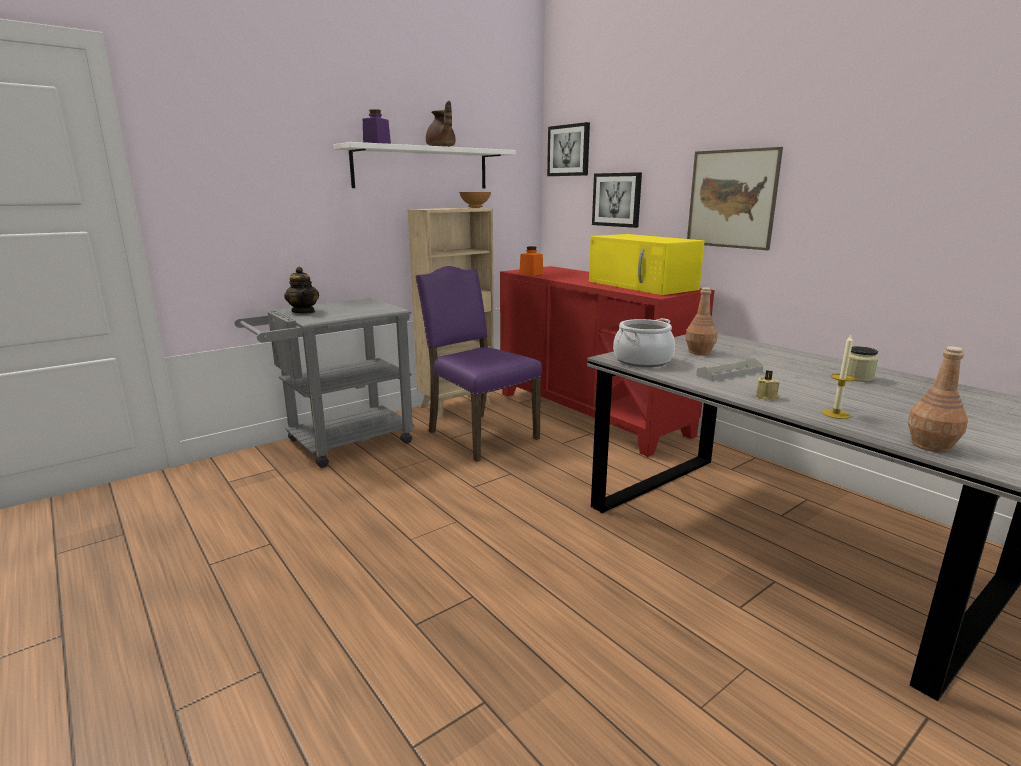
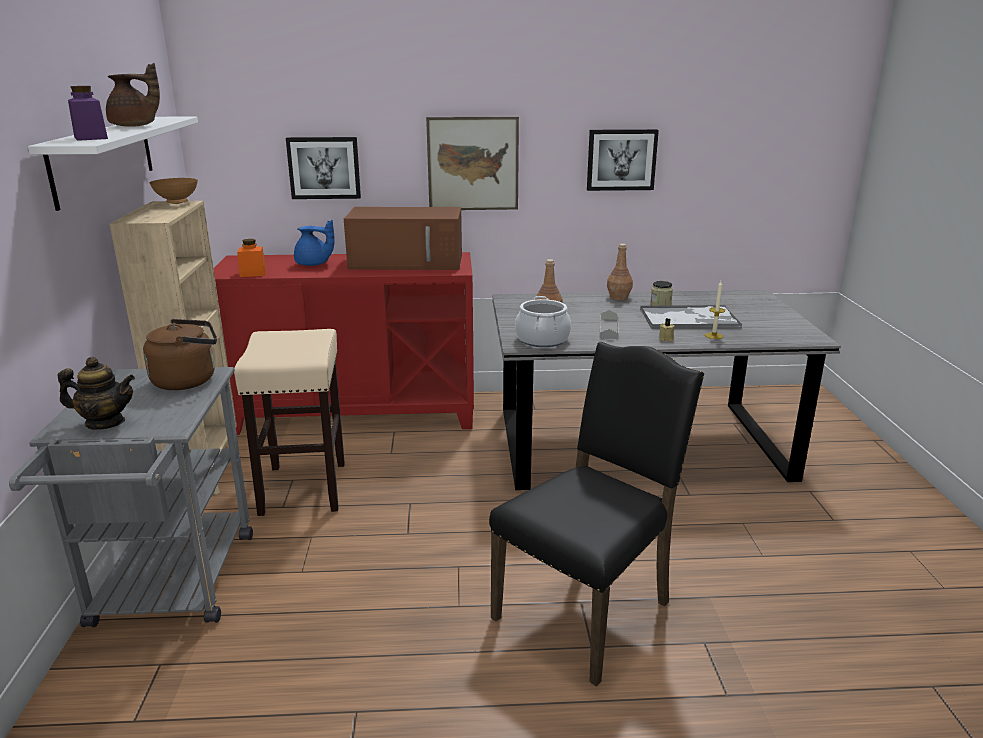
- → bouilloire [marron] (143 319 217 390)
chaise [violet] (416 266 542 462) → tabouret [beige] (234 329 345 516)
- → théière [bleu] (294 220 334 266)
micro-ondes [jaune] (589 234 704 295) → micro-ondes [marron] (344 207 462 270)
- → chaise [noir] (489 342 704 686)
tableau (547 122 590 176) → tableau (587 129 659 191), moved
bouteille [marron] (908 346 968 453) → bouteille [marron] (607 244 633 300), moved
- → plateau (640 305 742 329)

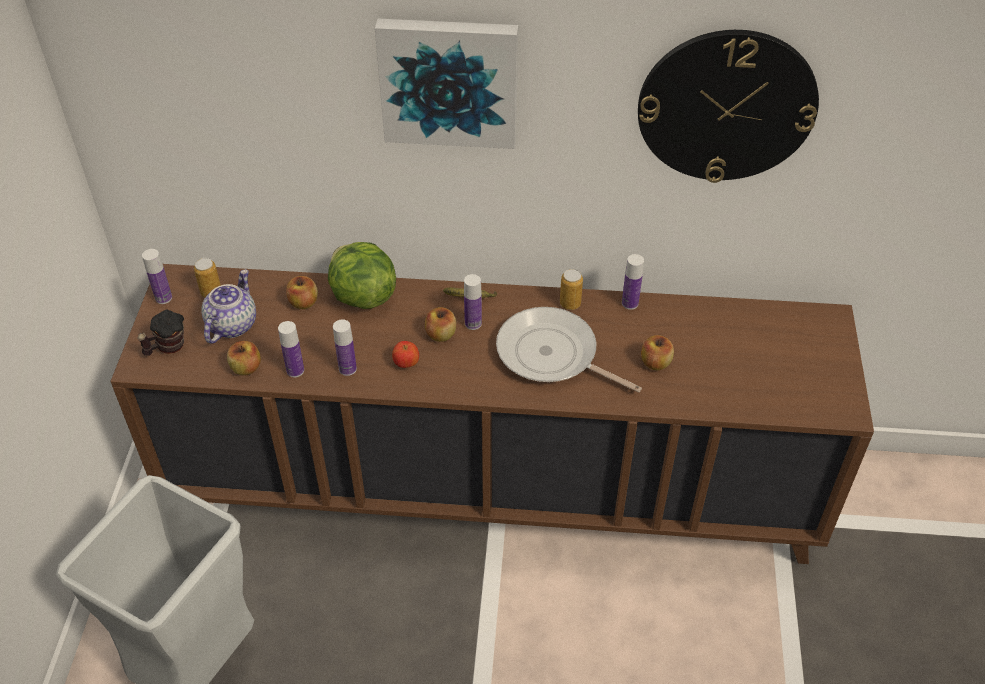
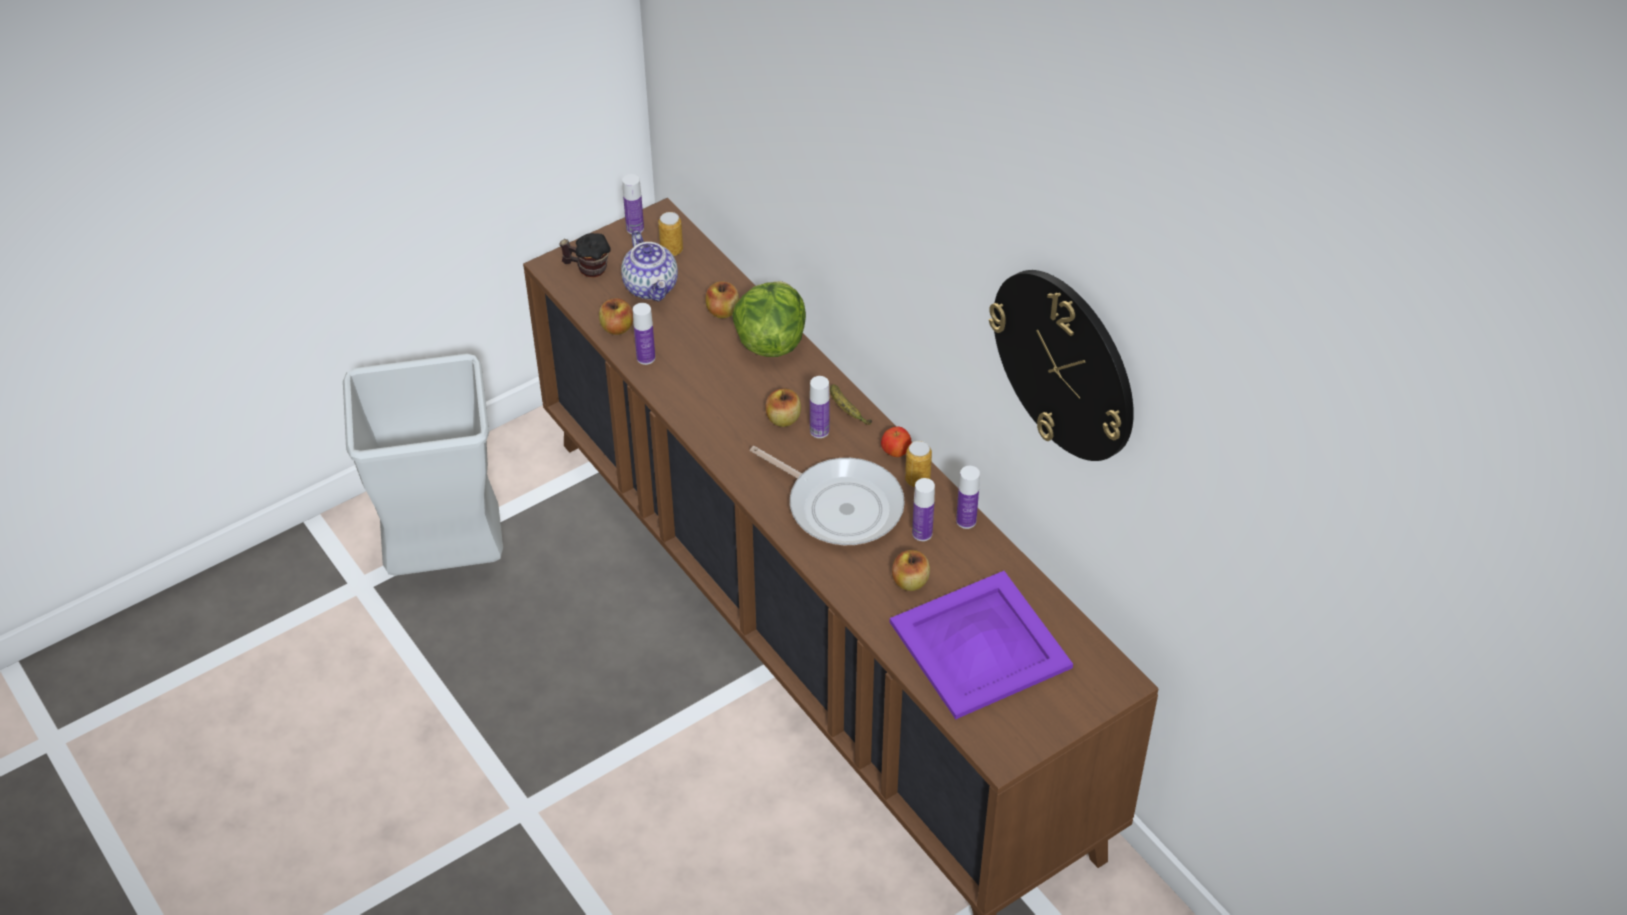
théière (202 269 256 344) → théière (621 230 678 302), 90 degrees clockwise
poêle (496 307 642 392) → poêle (750 446 905 545), 135 degrees clockwise
pomme (392 341 419 368) → pomme (881 426 911 457), moved
- → plateau [violet] (890 571 1073 719)
bouteille (333 319 357 376) → bouteille (912 478 935 541), moved
tableau (375 19 518 149) → -

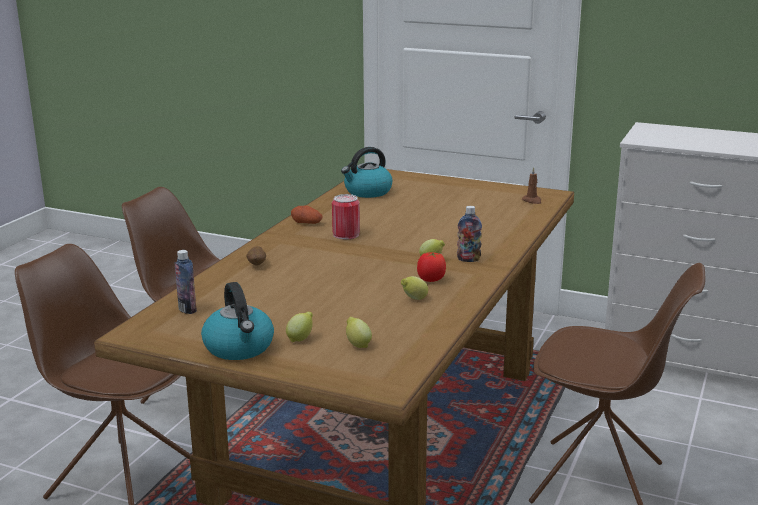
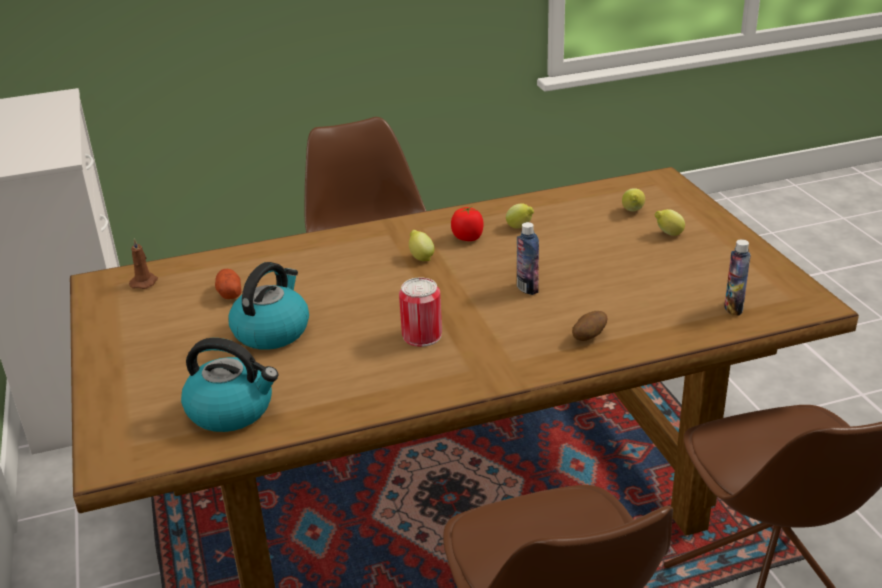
pomme de terre (291 206 323 224) → pomme de terre (215 269 242 299), moved
bouilloire (201 282 274 360) → bouilloire (228 262 309 350), moved
bouteille (457 206 482 262) → bouteille (517 222 539 295), moved

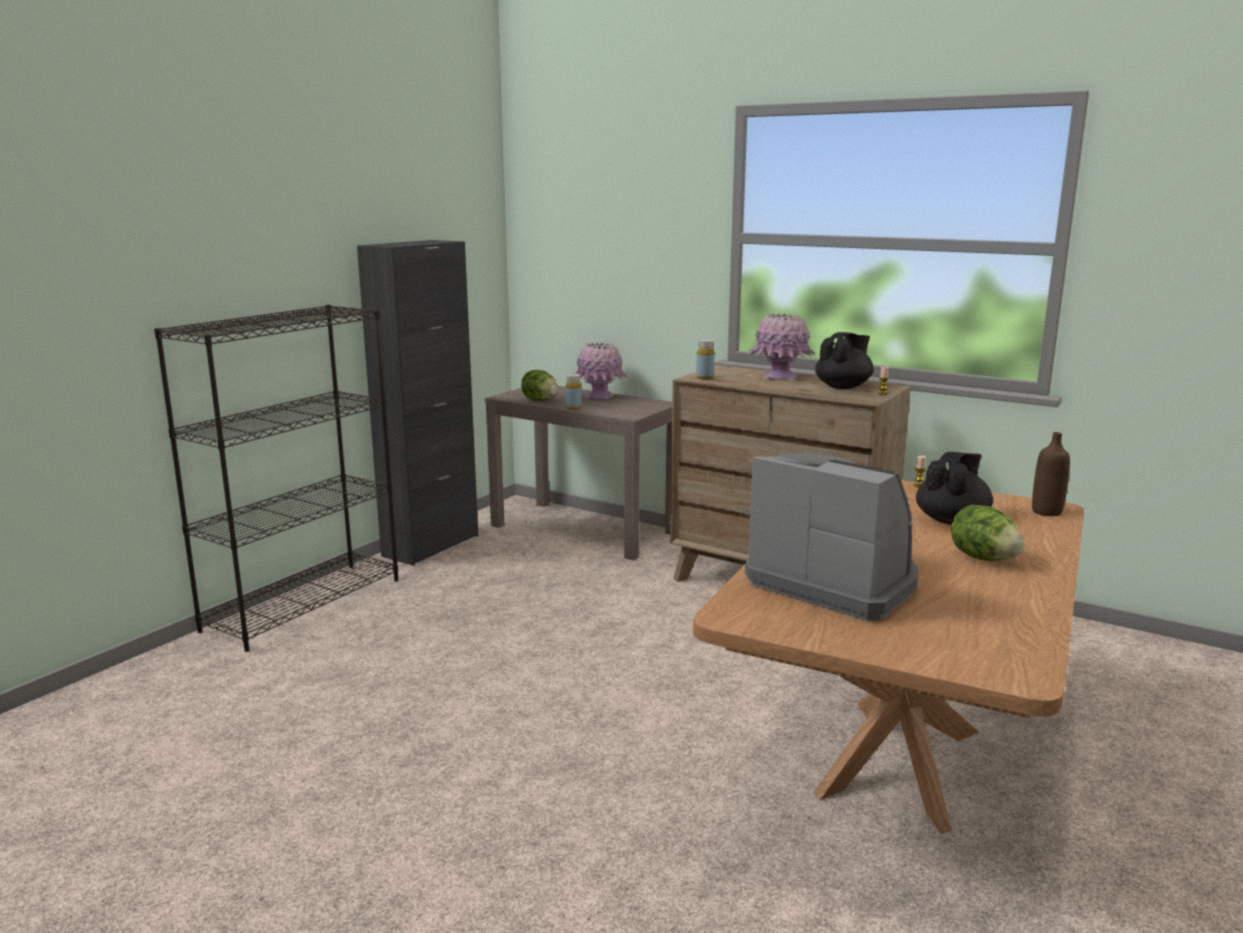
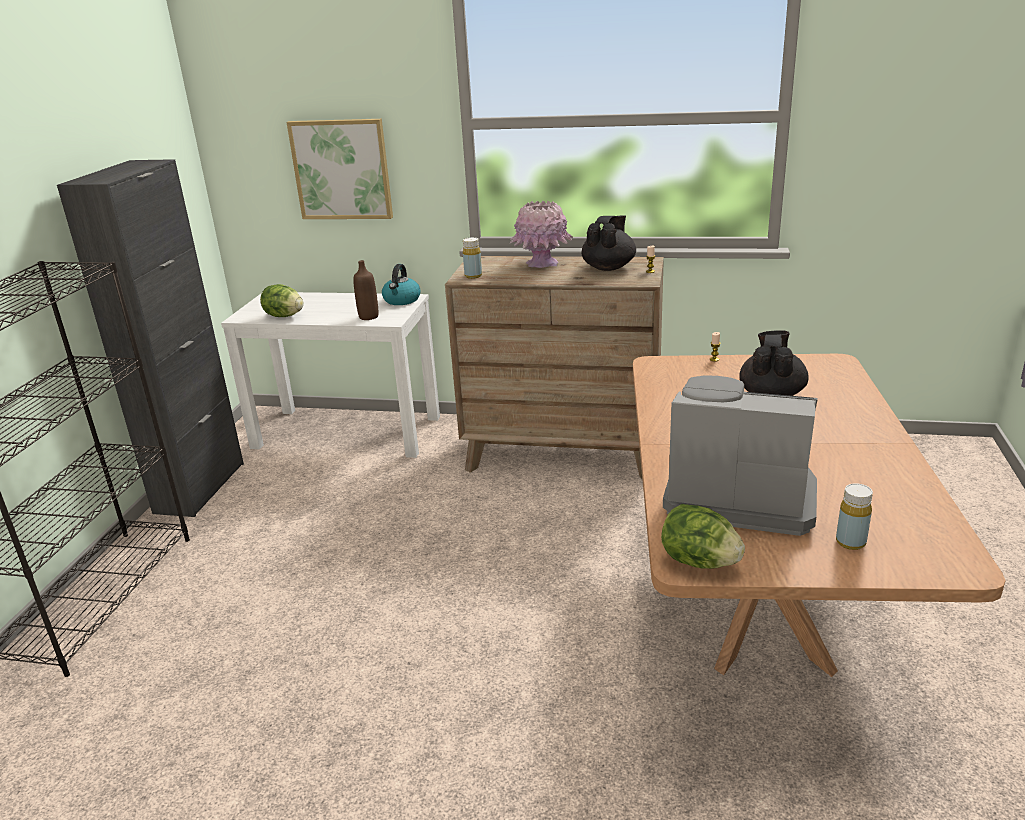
table console [marron] (485 386 672 561) → table console [blanc] (221 292 440 458)
- → tableau (286 119 393 219)
bouteille [marron] (1032 432 1070 516) → bouteille [marron] (353 260 378 320), moved
- → bouilloire (382 264 421 305)
laitue (951 505 1024 561) → laitue (661 504 745 569), moved
bouteille [jaune] (566 374 582 410) → bouteille [jaune] (836 483 873 550), moved
vase [rose] (573 342 627 399) → -

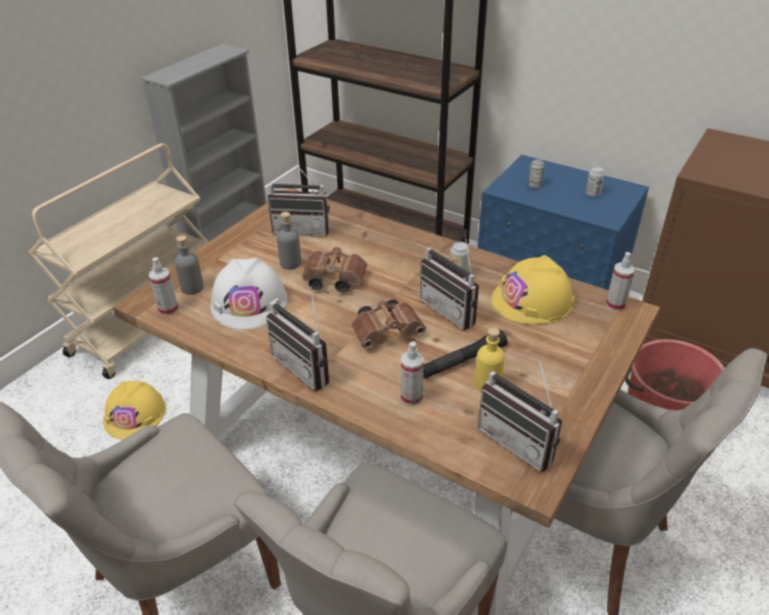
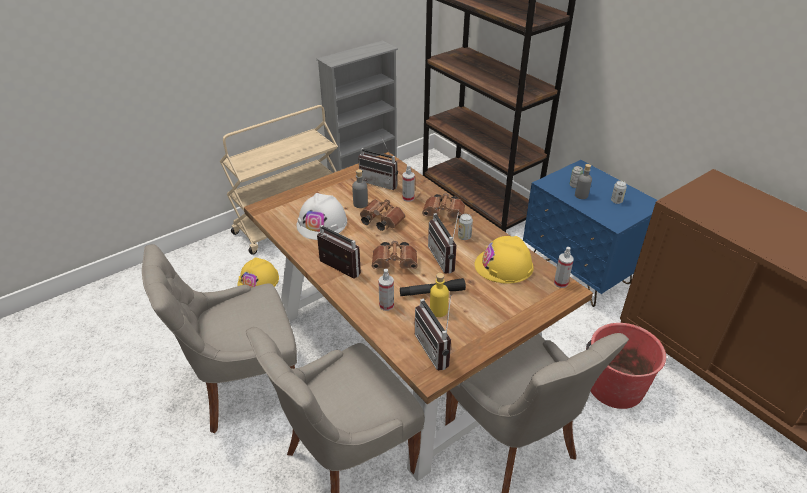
radio (266 286 329 391) → radio (317 225 361 279), 150 degrees clockwise
vaporisateur (149 257 179 316) → vaporisateur (402 165 415 202), moved
- → jumelles [marron] (422 193 465 220)
bouteille [gris] (174 235 204 295) → bouteille [gris] (575 164 592 199), moved

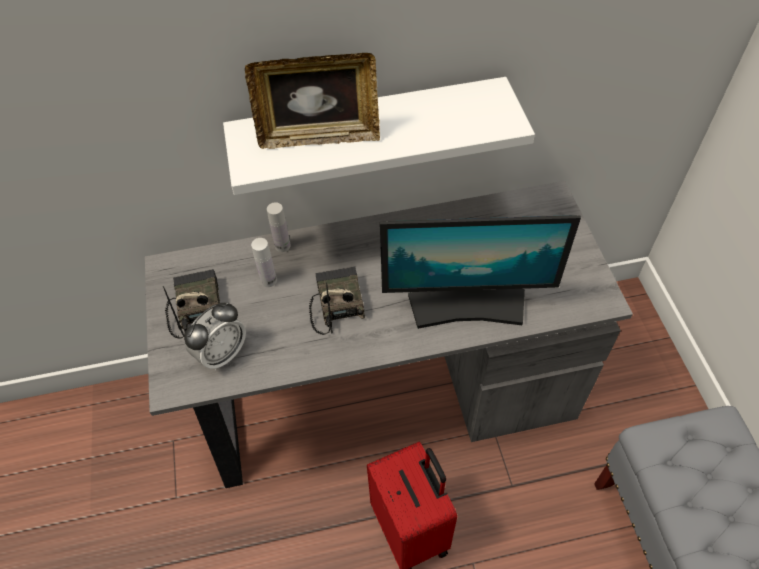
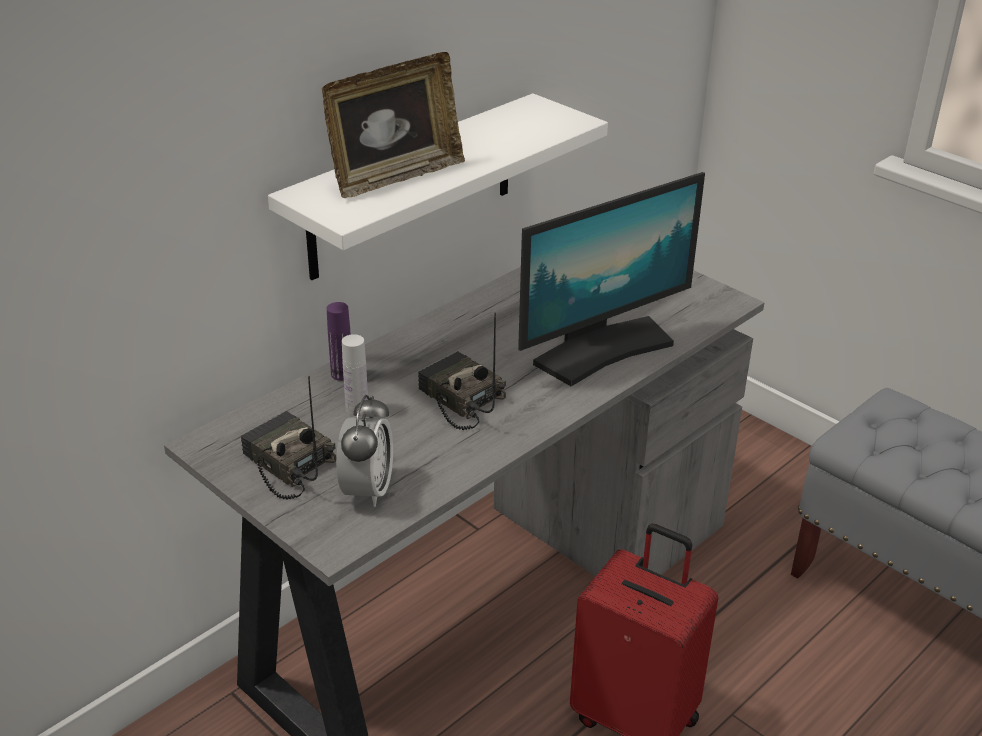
bouteille [blanc] (267 202 291 252) → bouteille [violet] (327 302 351 381)

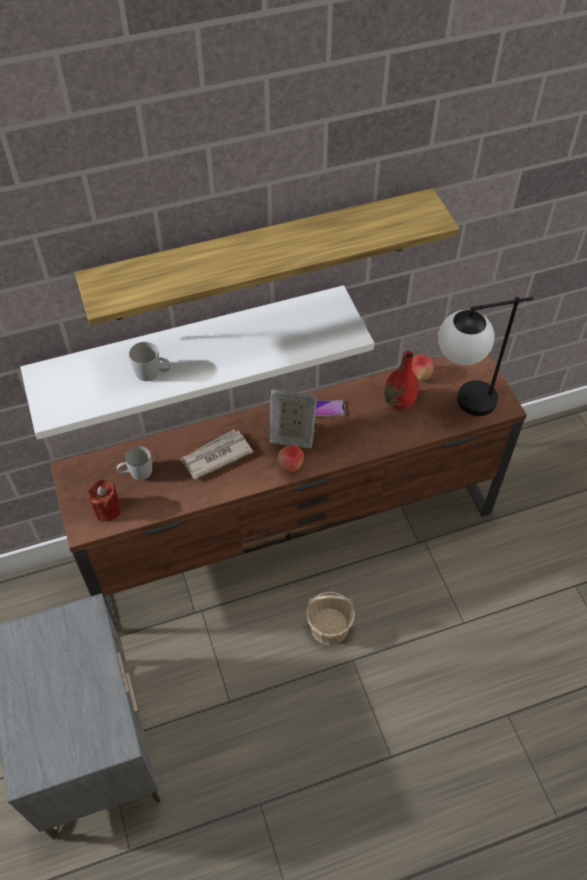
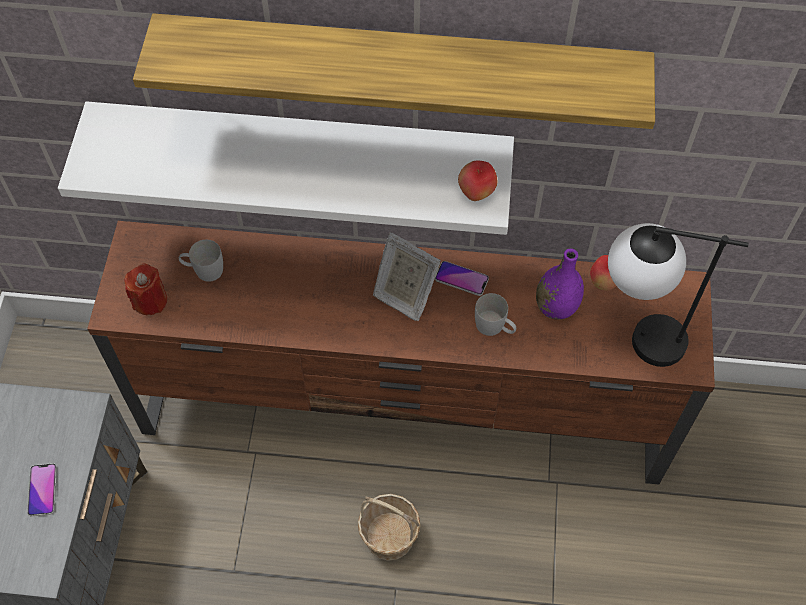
- → téléphone (27 463 57 516)
pomme (278 445 304 472) → pomme (458 160 497 201), moved
mug [blanc] (129 342 171 381) → mug [blanc] (475 293 516 336), moved
vase [rouge] (384 351 419 411) → vase [violet] (536 249 584 320)
journal (180 430 253 479) → -

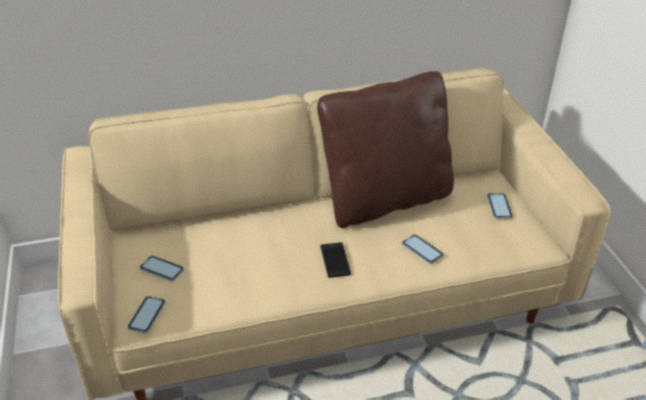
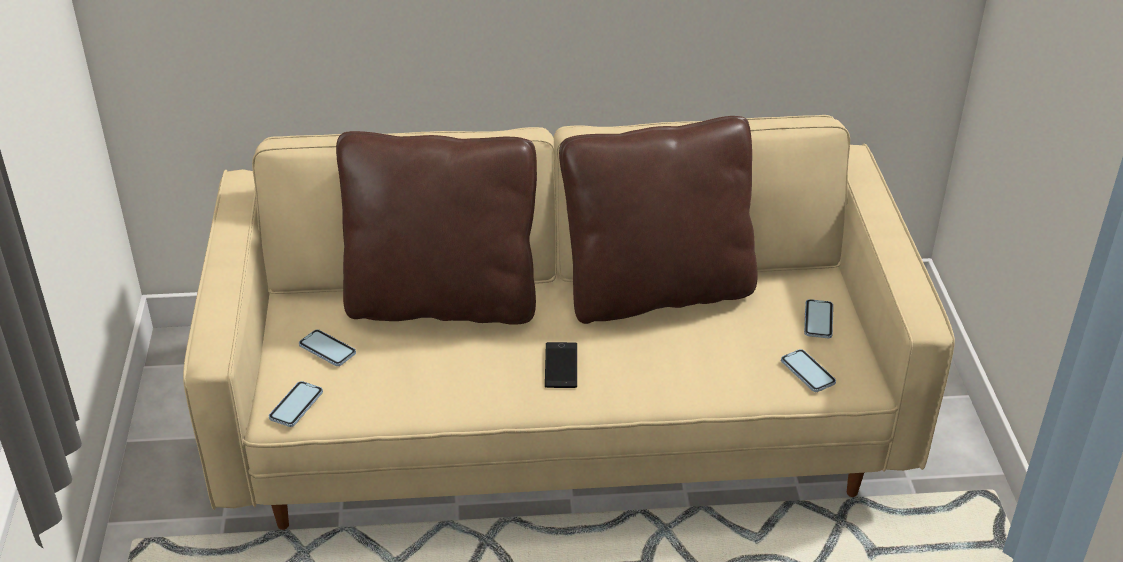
- → coussin [marron] (336 131 537 325)
téléphone (402 235 443 264) → téléphone (781 349 836 392), moved

